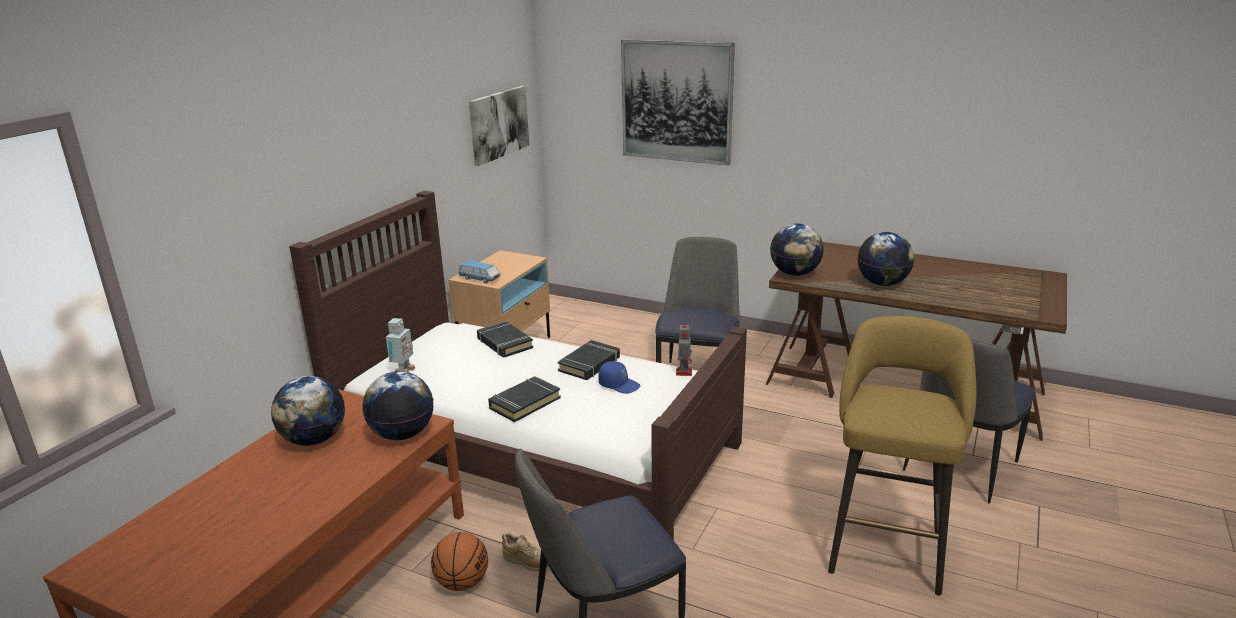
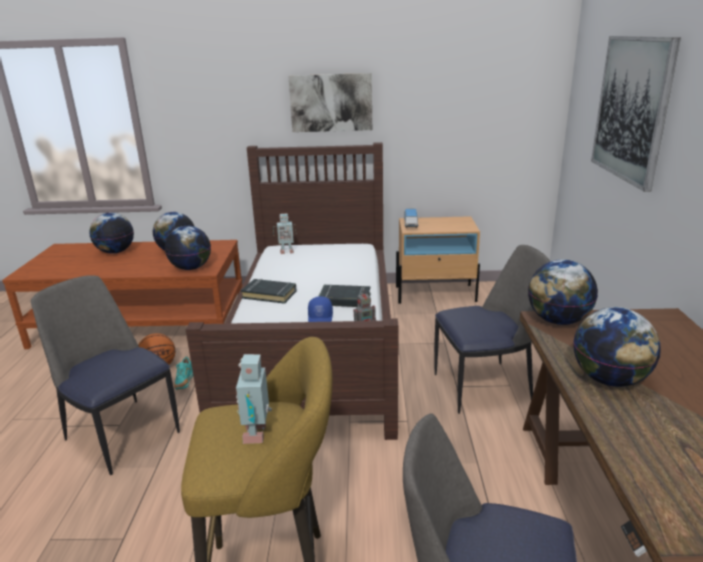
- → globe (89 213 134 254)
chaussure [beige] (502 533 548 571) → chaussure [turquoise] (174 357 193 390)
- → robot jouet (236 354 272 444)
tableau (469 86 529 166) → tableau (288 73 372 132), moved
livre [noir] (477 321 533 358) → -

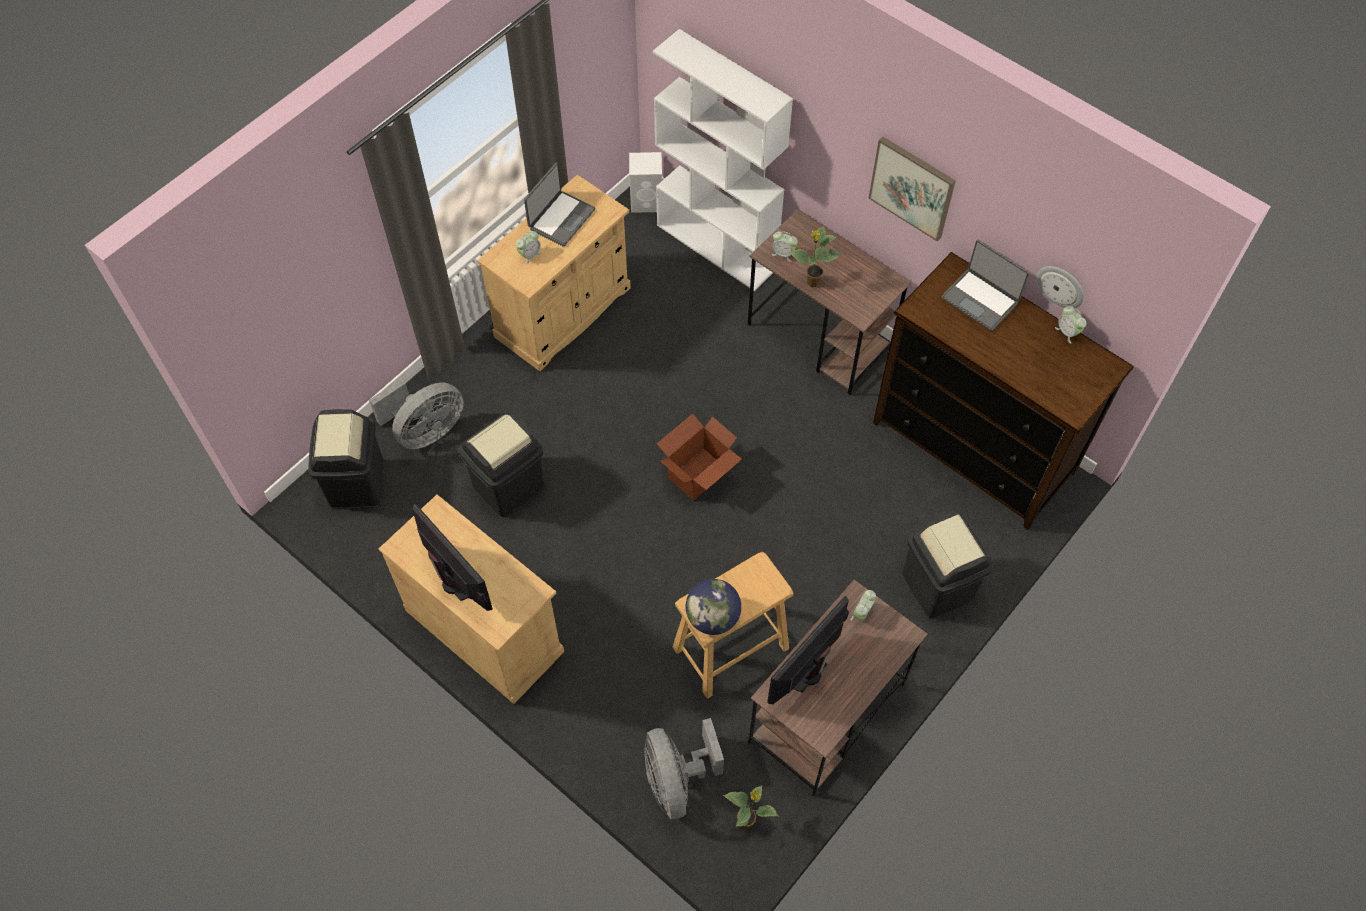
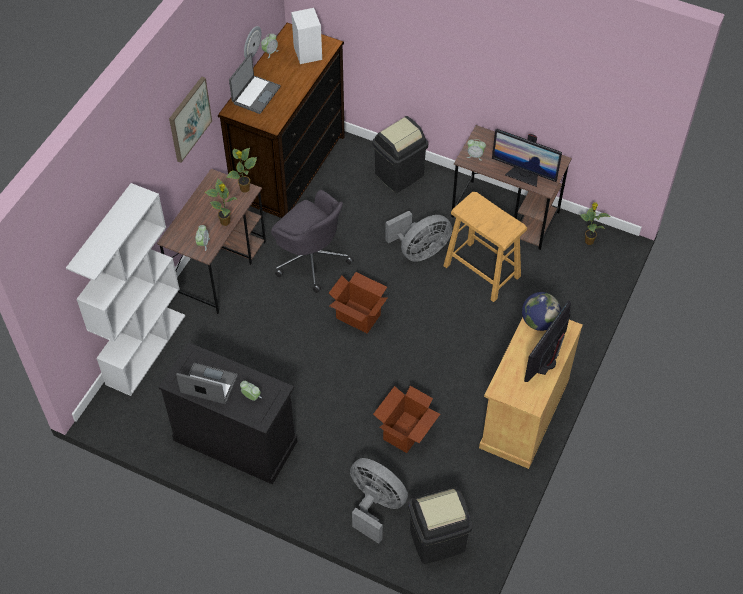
meuble de rangement [beige] (477 175 631 371) → meuble de rangement [noir] (158 342 297 485)
- → plante en pot (226 148 257 192)
- → chaise de bureau [gris] (271 190 354 293)
enceinte [blanc] (629 152 662 213) → enceinte [blanc] (291 8 322 64), moved
poubelle [noir] (458 413 544 516) → carton (373 386 440 453)
ventilateur [gris] (645 718 724 819) → ventilateur [gris] (385 211 452 262), moved
globe (686 579 741 635) → globe (522 292 561 331), moved

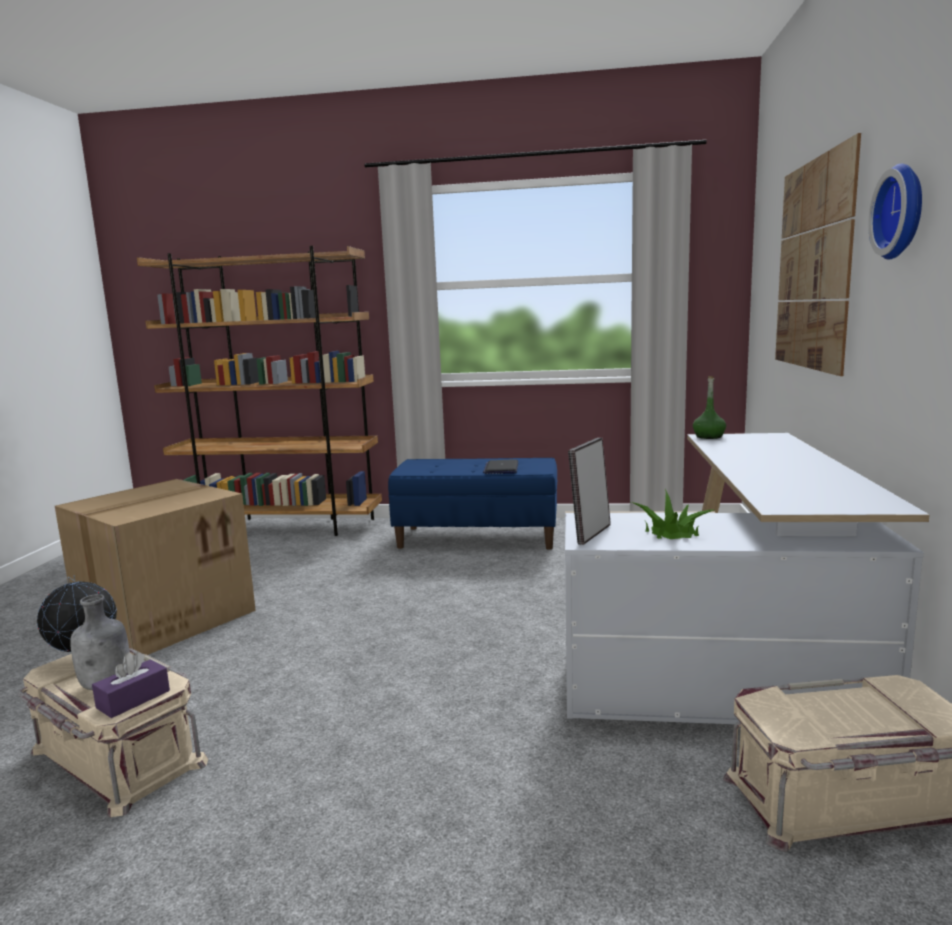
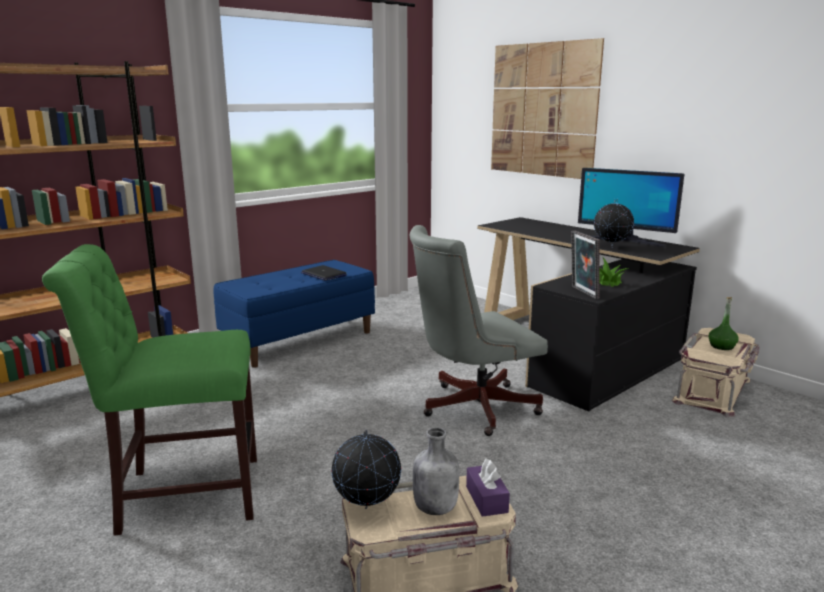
carton (55 479 256 655) → chaise [vert] (42 244 257 536)
- → chaise de bureau [gris] (409 225 548 436)
bureau [blanc] (565 433 930 724) → bureau [noir] (477 217 700 412)
- → écran d'ordinateur (578 168 684 247)
- → globe (594 199 634 247)
bouteille [vert] (693 376 726 439) → bouteille [vert] (708 297 739 350), moved
horloge murale (868 164 922 260) → -

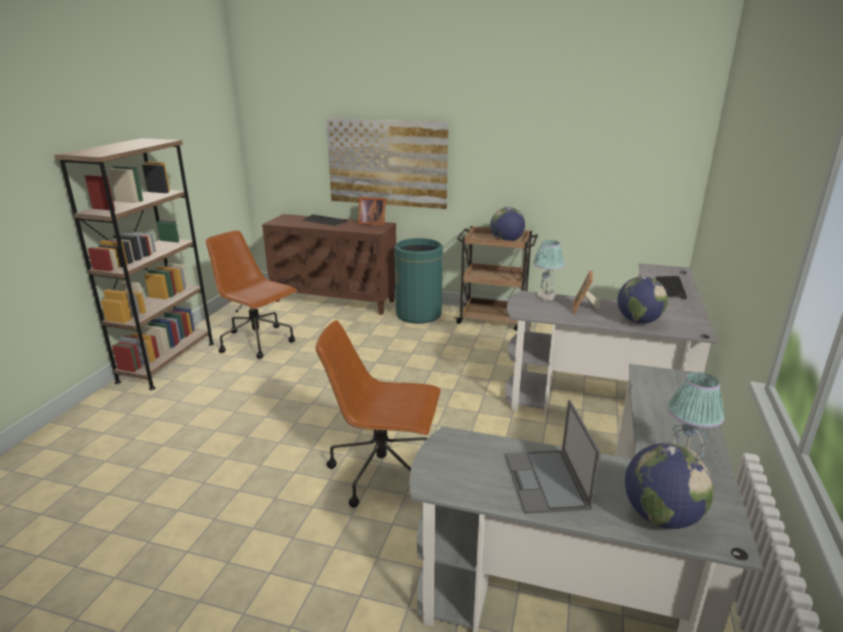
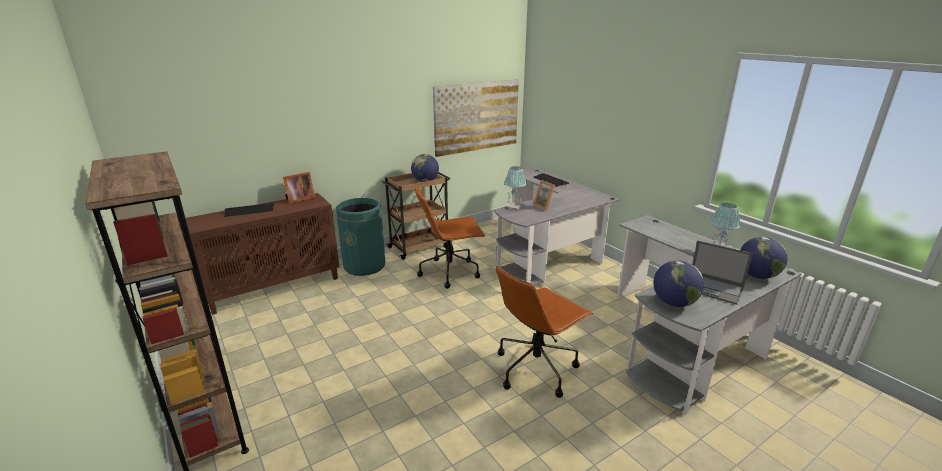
chaise de bureau [marron] (206 230 297 359) → chaise de bureau [marron] (415 186 485 288), moved
tableau (326 118 448 209) → tableau (433 80 519 157), moved
globe (618 276 668 324) → globe (653 260 704 307), moved

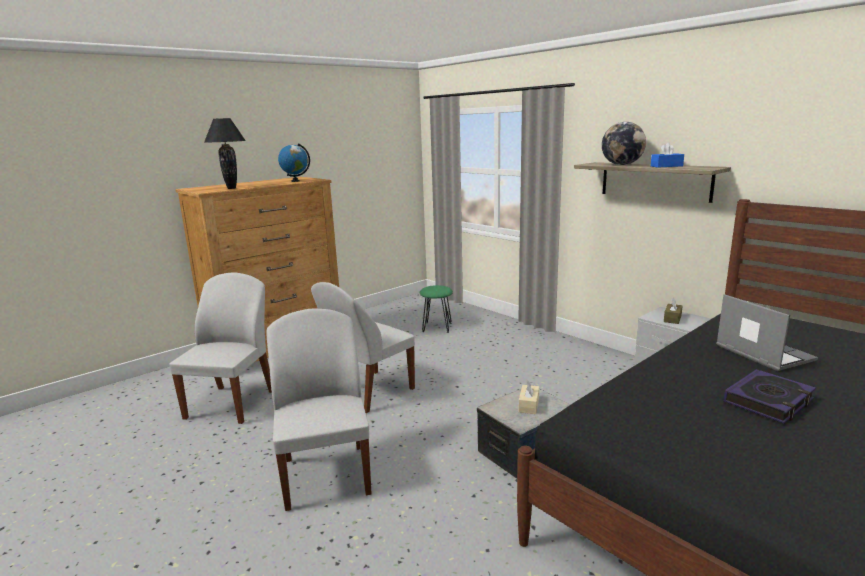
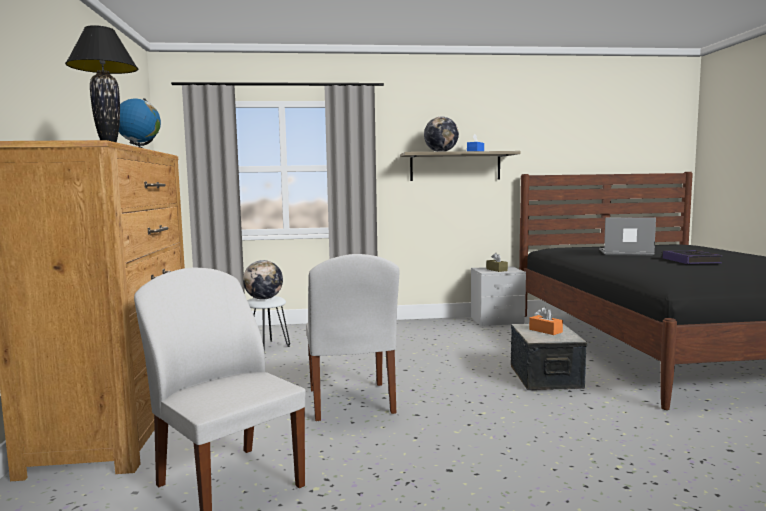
- → globe (243 260 283 300)
tabouret [vert] (420 285 453 333) → tabouret [blanc] (248 296 290 354)
boîte à mouchoirs [beige] (519 380 539 414) → boîte à mouchoirs [orange] (529 307 563 335)
chaise [blanc] (266 309 372 511) → -

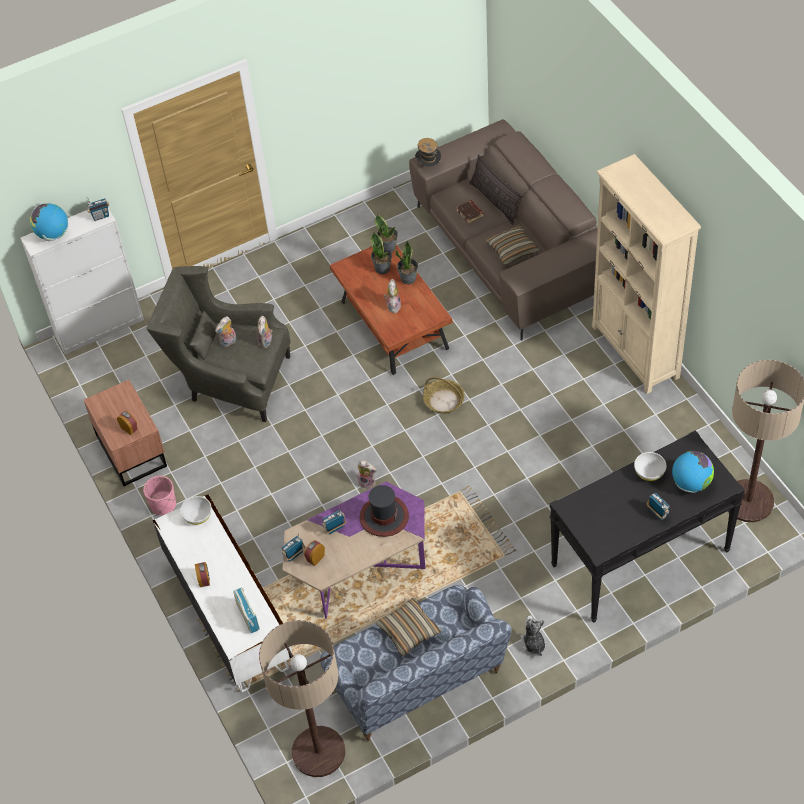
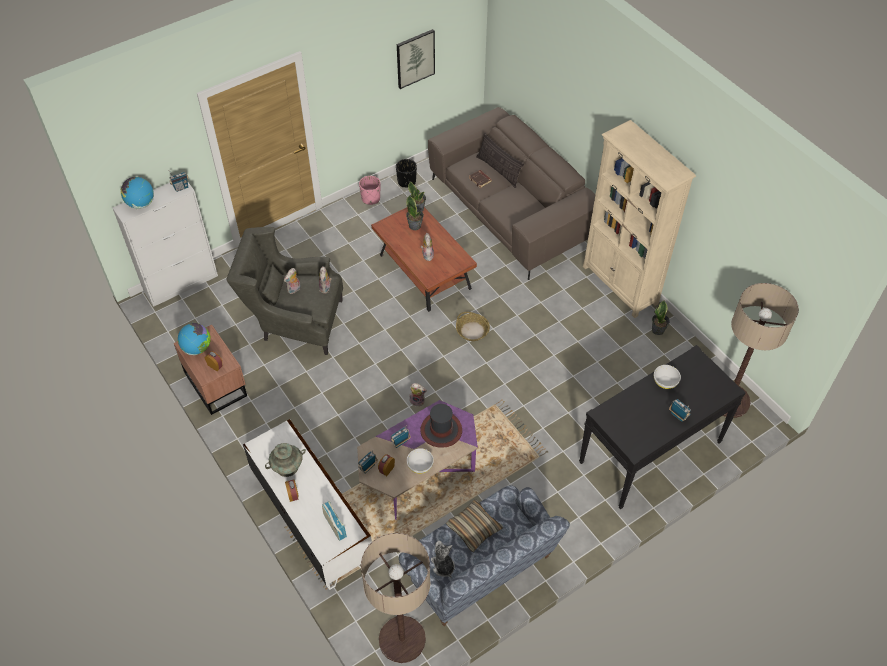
globe (672 451 714 493) → globe (178 323 211 355), moved
- → vase [turquoise] (265 443 306 477)
cache-pot [rose] (143 476 176 515) → cache-pot [rose] (359 176 380 205), moved
- → cache-pot [noir] (396 159 417 187)
- → tableau (397 29 435 89)
bol [blanc] (180 496 212 525) → bol [blanc] (407 448 434 474), moved
peluche (520 615 547 656) → peluche (431 541 455 578), moved
plante en pot (396 240 418 284) → plante en pot (652 300 670 335), moved
chapeau (415 138 441 167) → -
coussin (485 225 540 265) → -

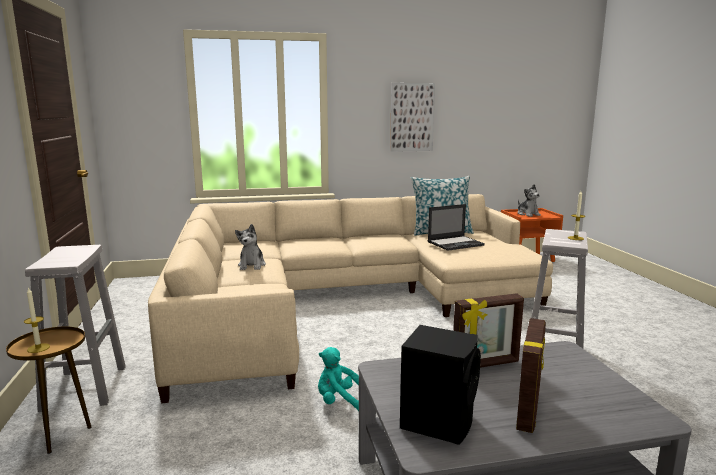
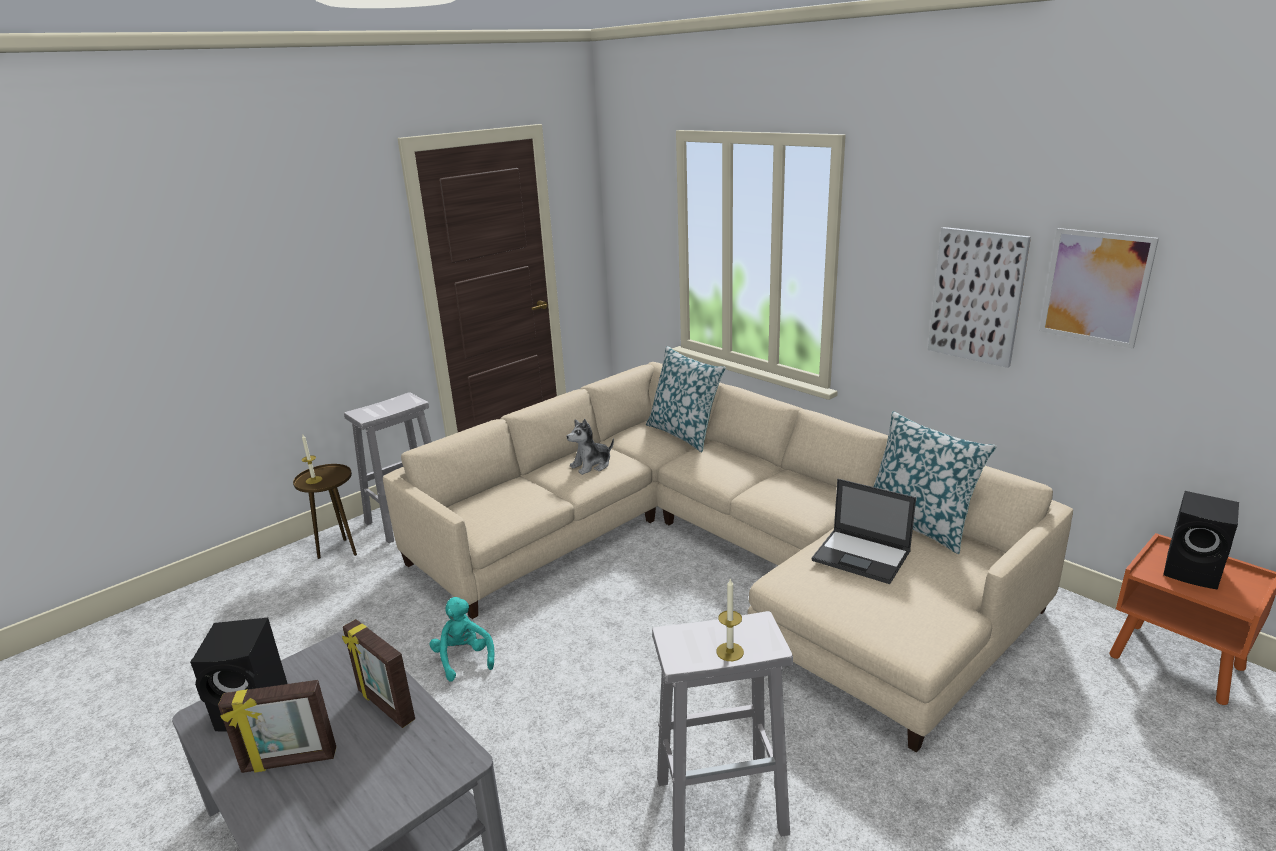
- → coussin (646 346 726 452)
- → tableau (1039 228 1159 349)
peluche (518 184 541 217) → enceinte [noir] (1163 491 1239 590)

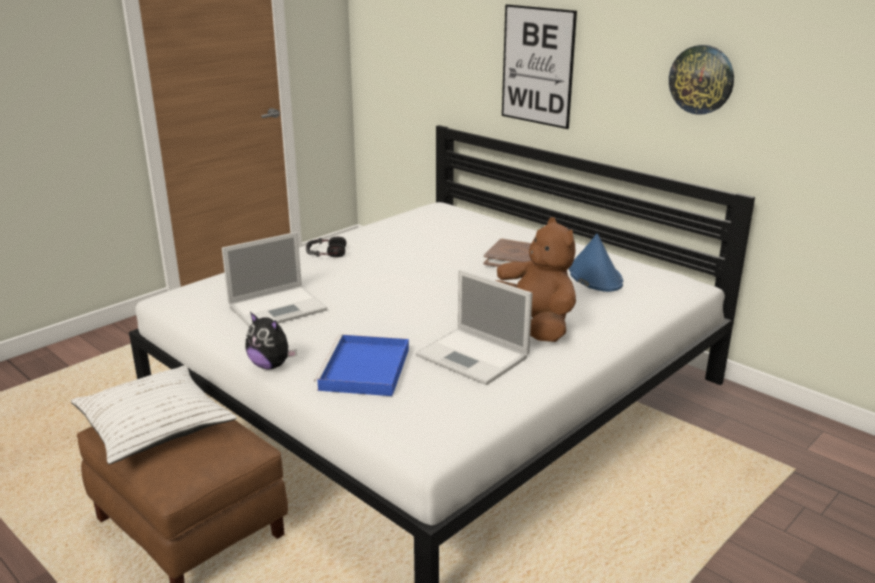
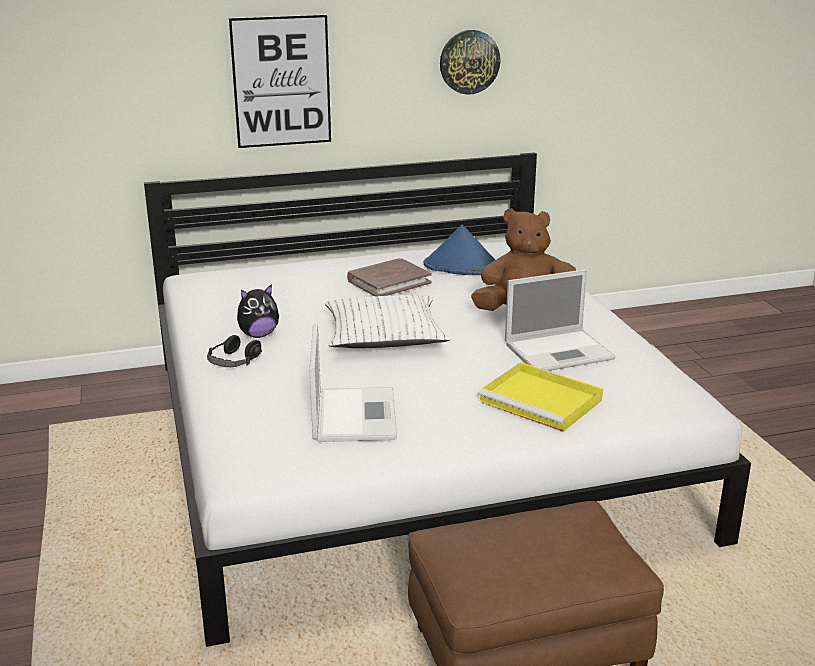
peluche (245 312 297 369) → peluche (237 284 279 338), moved
coussin [blanc] (70 365 237 464) → coussin [blanc] (325 295 450 348), moved
plateau [bleu] (314 334 409 396) → plateau [jaune] (478 362 603 432)

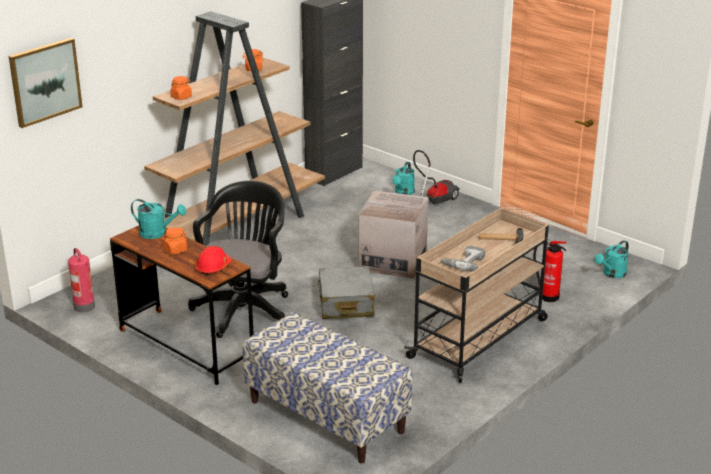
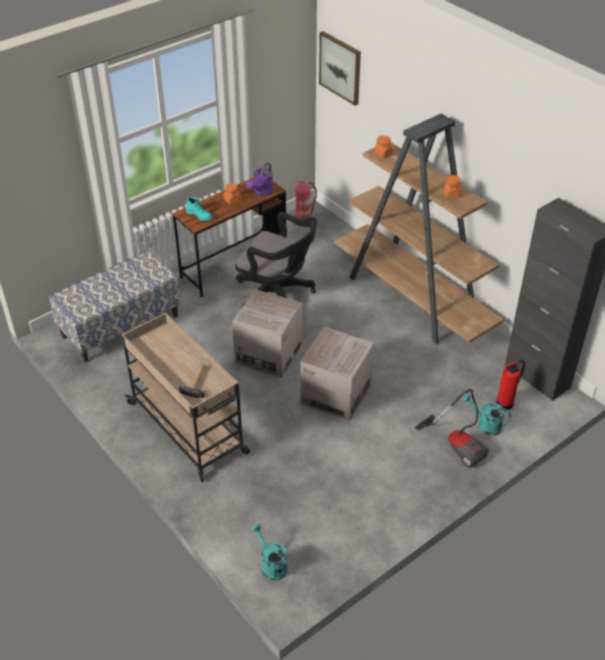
casque de chantier [rouge] (195 246 232 275) → botte [turquoise] (186 197 212 221)
valise [gris] (317 266 375 319) → carton (232 289 303 378)
arrosoir [turquoise] (131 199 186 239) → arrosoir [violet] (246 163 274 197)
extincteur (533 241 567 302) → extincteur (496 360 525 410), moved
perceuse (440 246 485 272) → -

